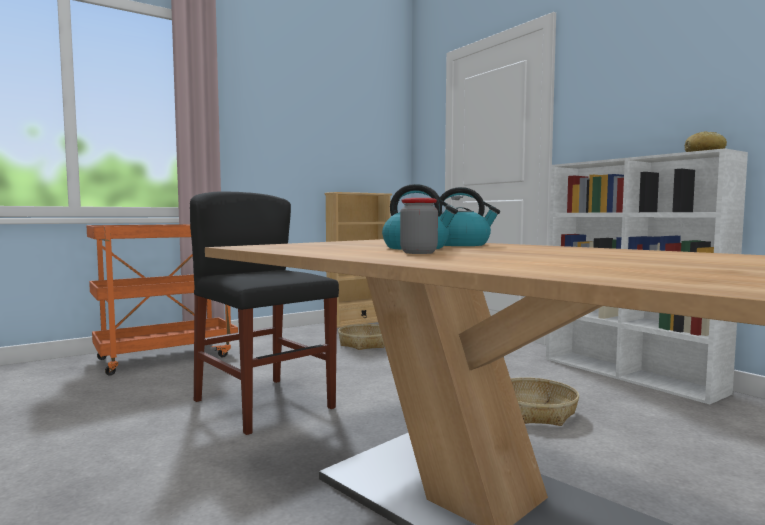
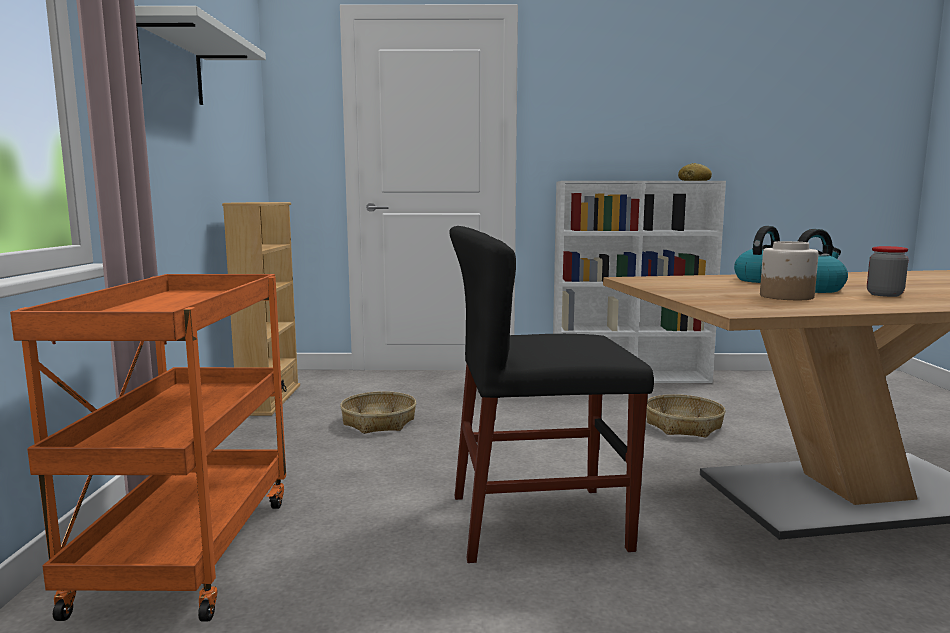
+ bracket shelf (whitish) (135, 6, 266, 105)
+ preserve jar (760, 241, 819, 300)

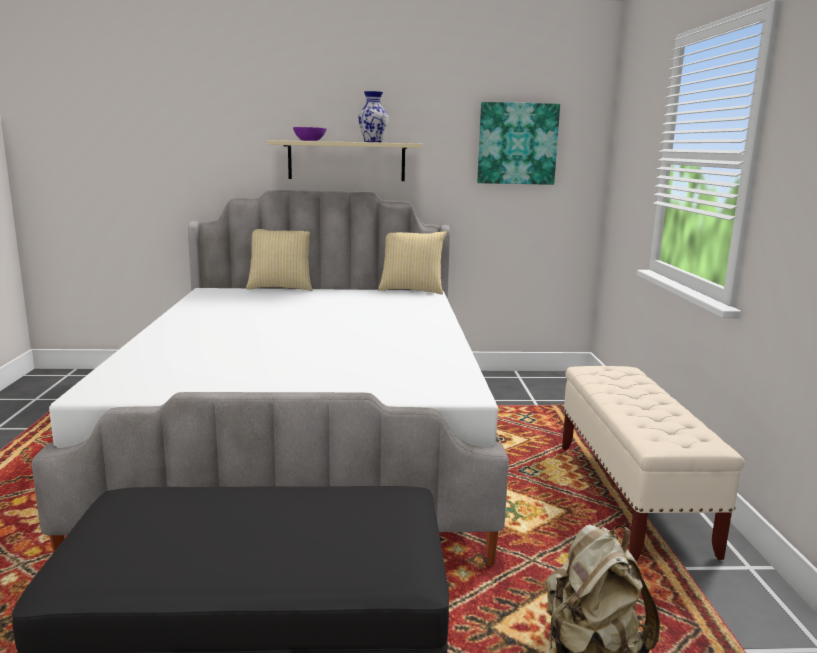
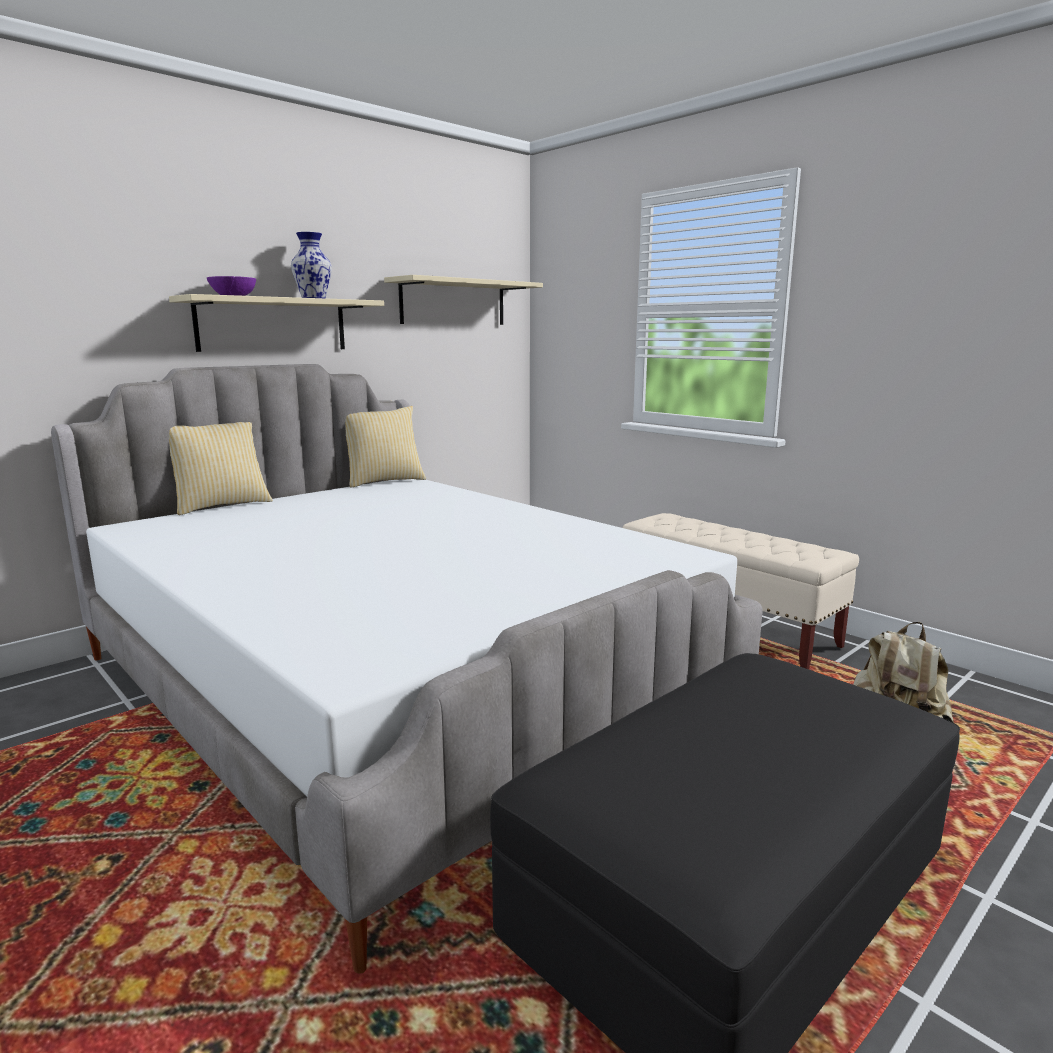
~ wall art (477, 102, 560, 185) to bracket shelf (beige) (384, 275, 543, 325)

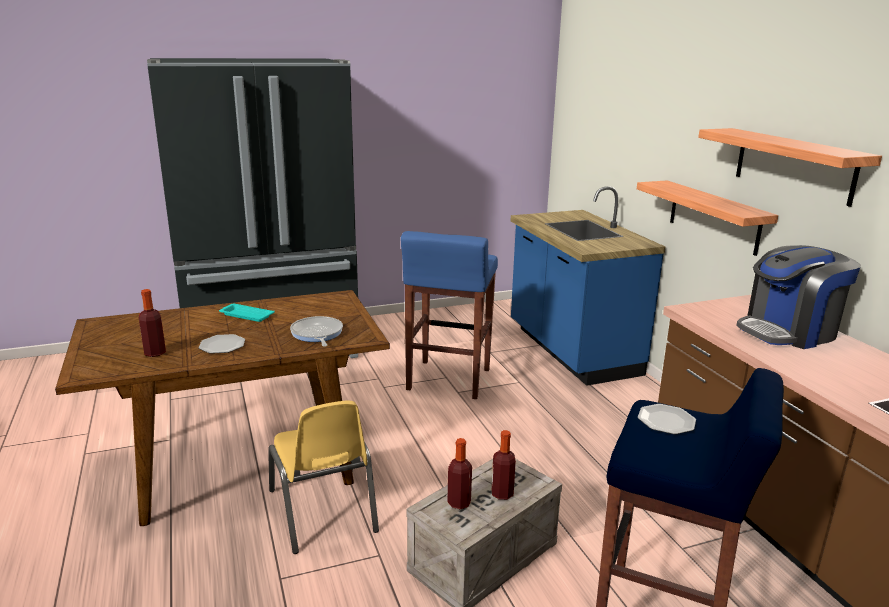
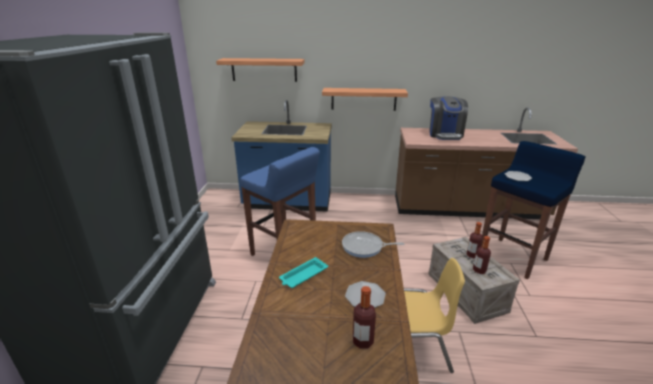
~ bracket shelf (698, 128, 882, 207) to (216, 58, 305, 82)

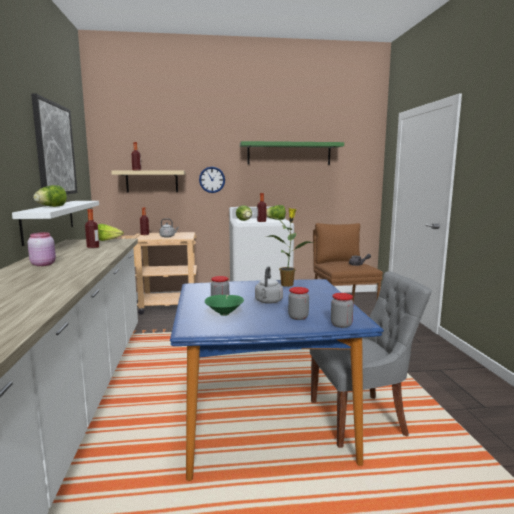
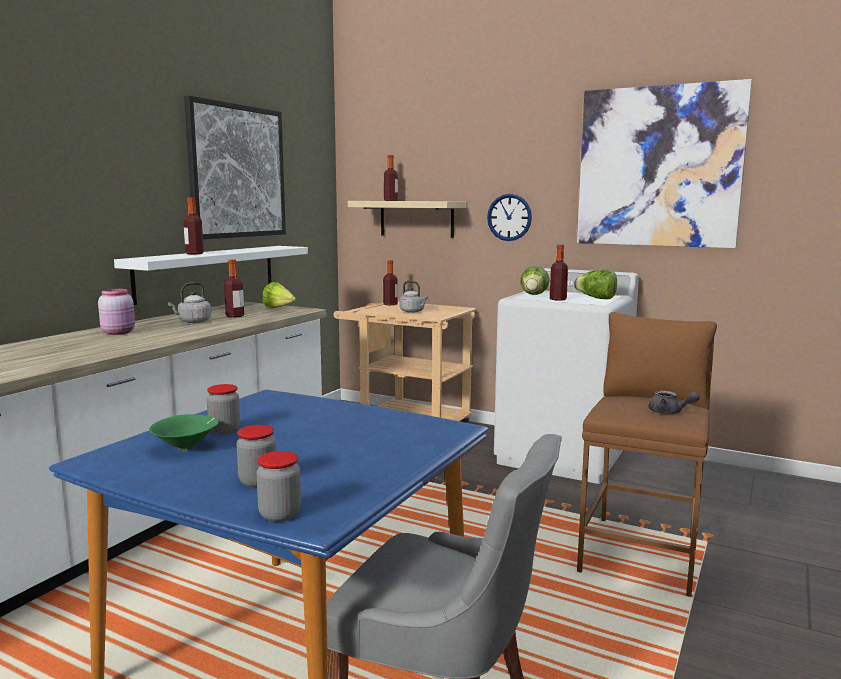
- potted plant (266, 208, 313, 287)
~ tea kettle (grey) (255, 266, 283, 304) to (168, 282, 211, 323)
~ head of lettuce (33, 185, 67, 207) to drink bottle (183, 198, 204, 254)
~ bracket shelf (green-coloured) (240, 141, 344, 165) to wall art (577, 79, 752, 248)

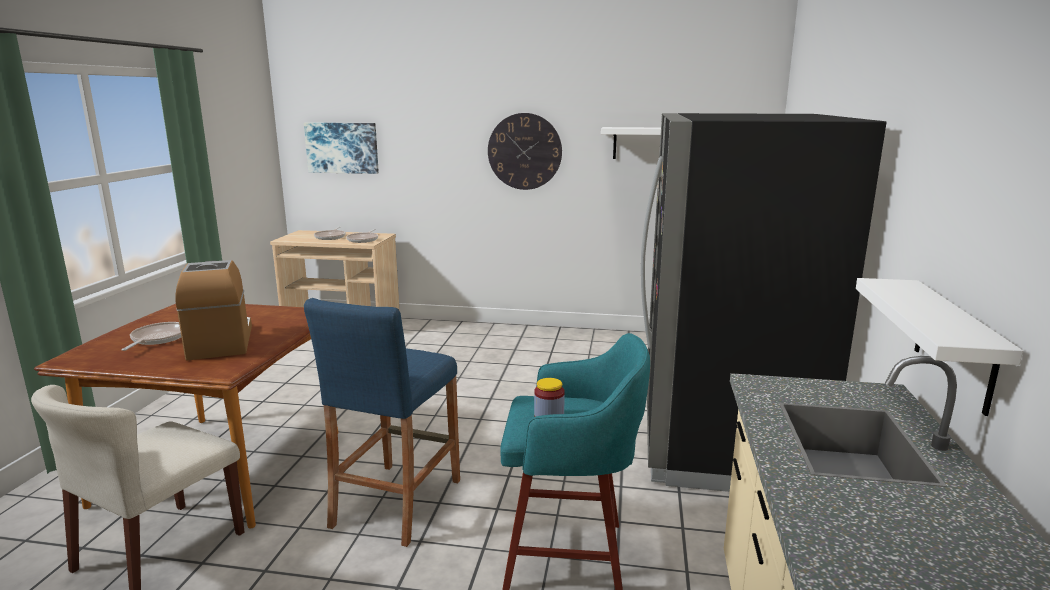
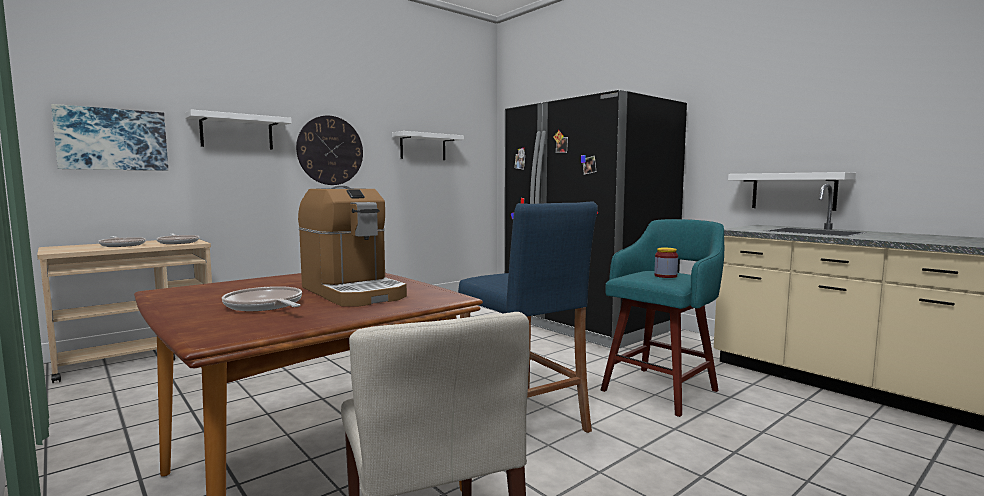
+ bracket shelf (whitish) (185, 109, 292, 150)
~ coffee brewer (175, 260, 252, 360) = (298, 186, 407, 306) 150 degrees counterclockwise

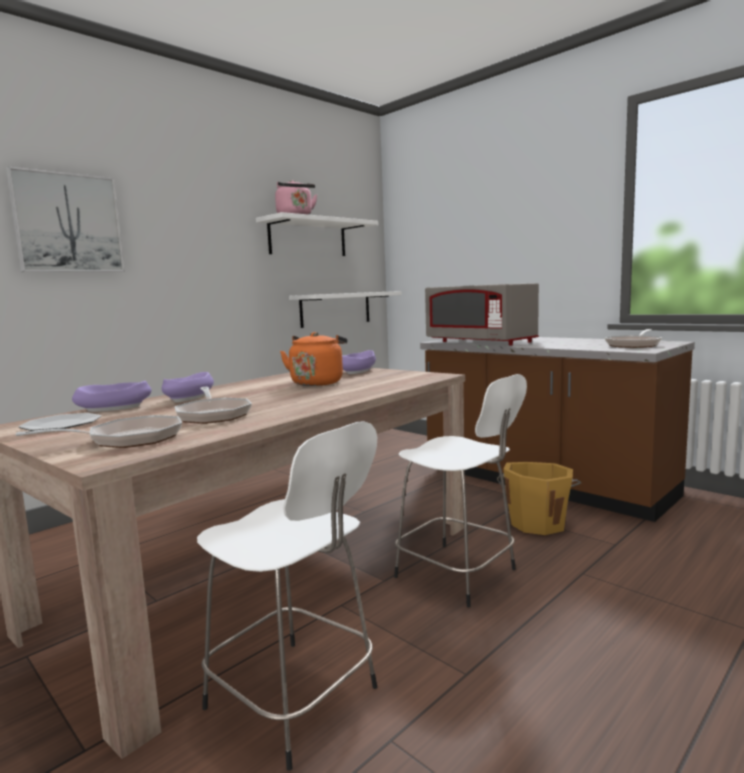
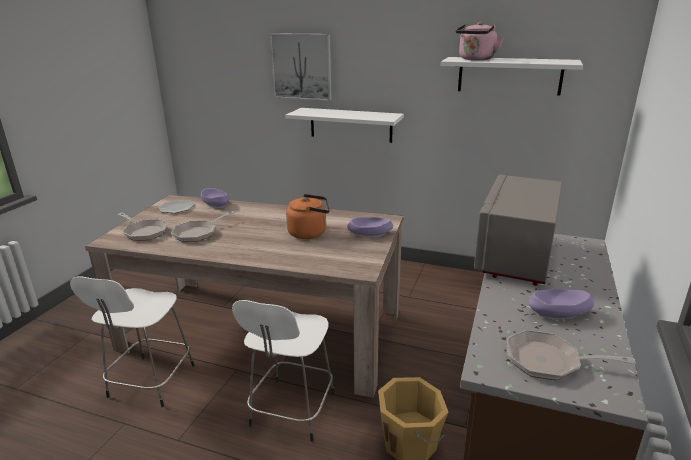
~ bowl (purple) (162, 372, 214, 402) to (529, 289, 594, 319)
~ bracket shelf (whitish) (289, 291, 402, 328) to (286, 108, 404, 143)

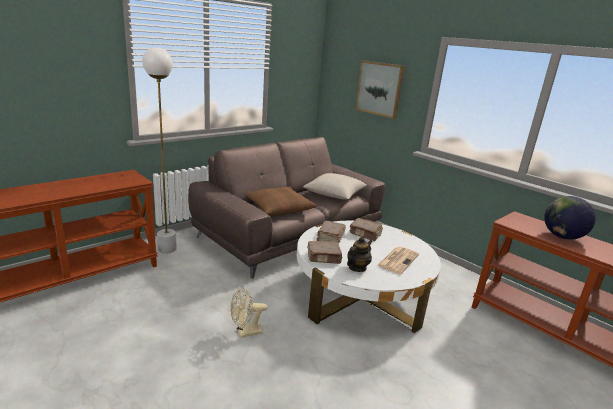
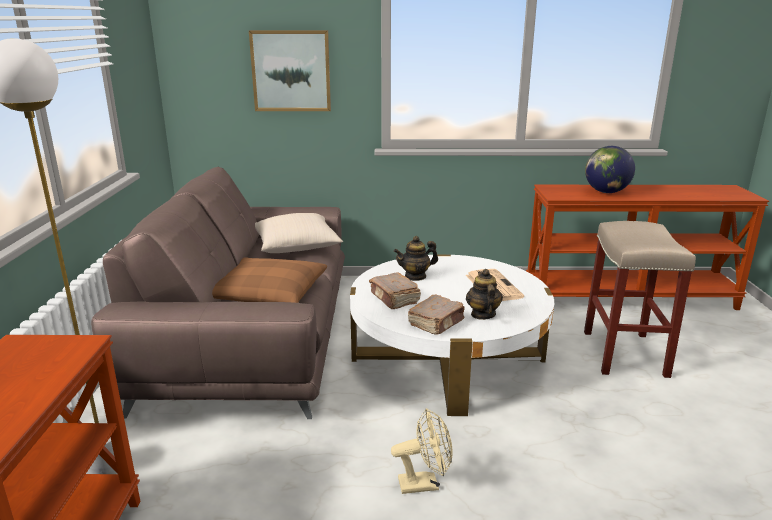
+ stool (beige) (584, 221, 696, 378)
~ bound book (brownish) (350, 218, 383, 241) to pot for tea (394, 236, 438, 281)
~ cooling fan (beige) (230, 287, 267, 338) = (391, 408, 453, 494) 120 degrees counterclockwise

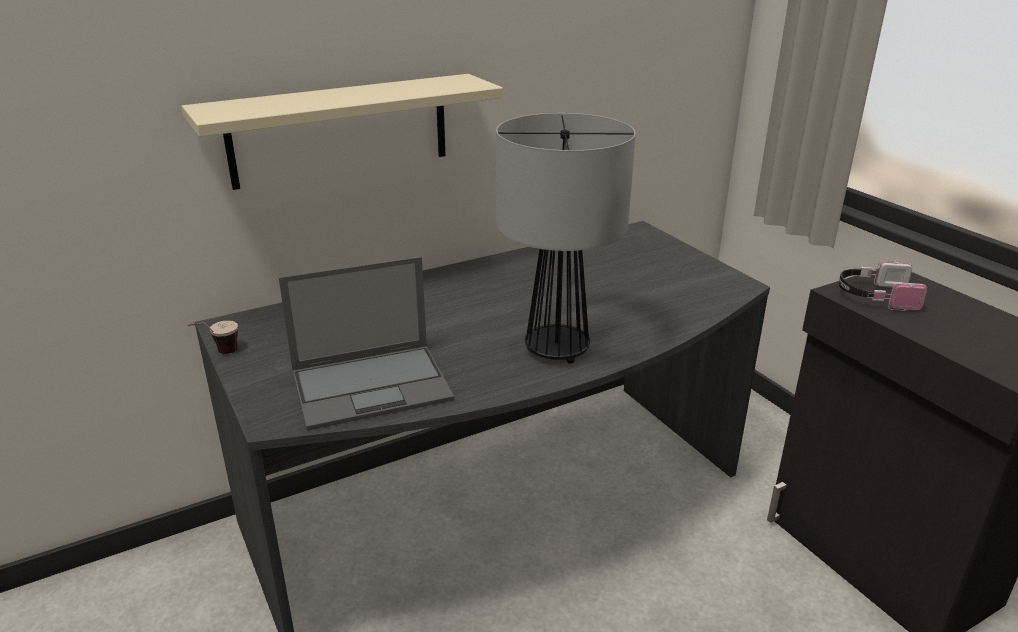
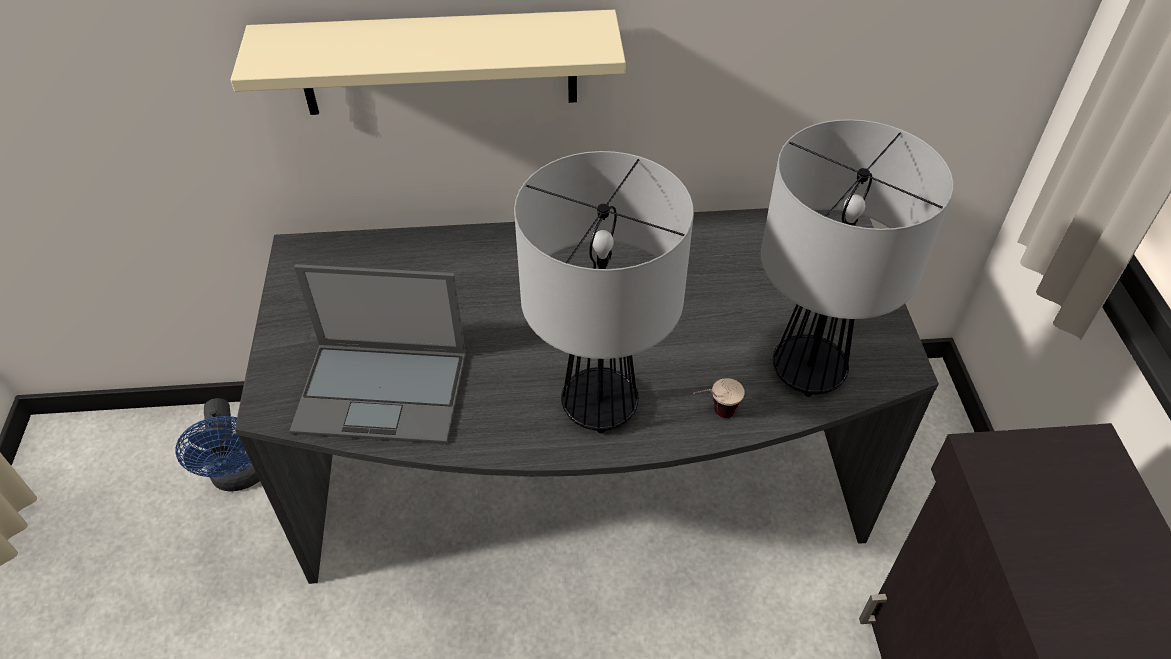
- headset (839, 260, 927, 311)
+ cooling fan (blue-coloured) (175, 398, 260, 492)
+ table lamp (761, 119, 954, 397)
~ small cup (188, 321, 238, 354) to (693, 378, 745, 418)

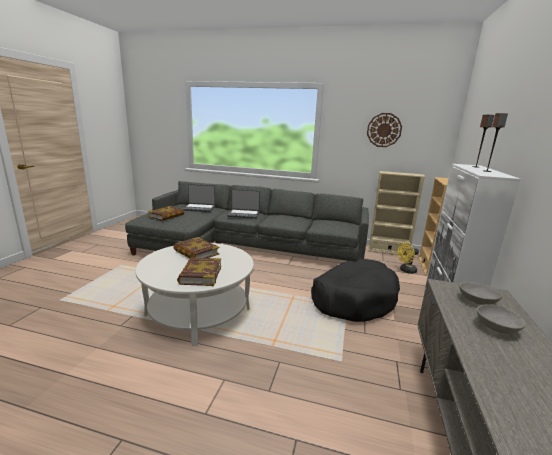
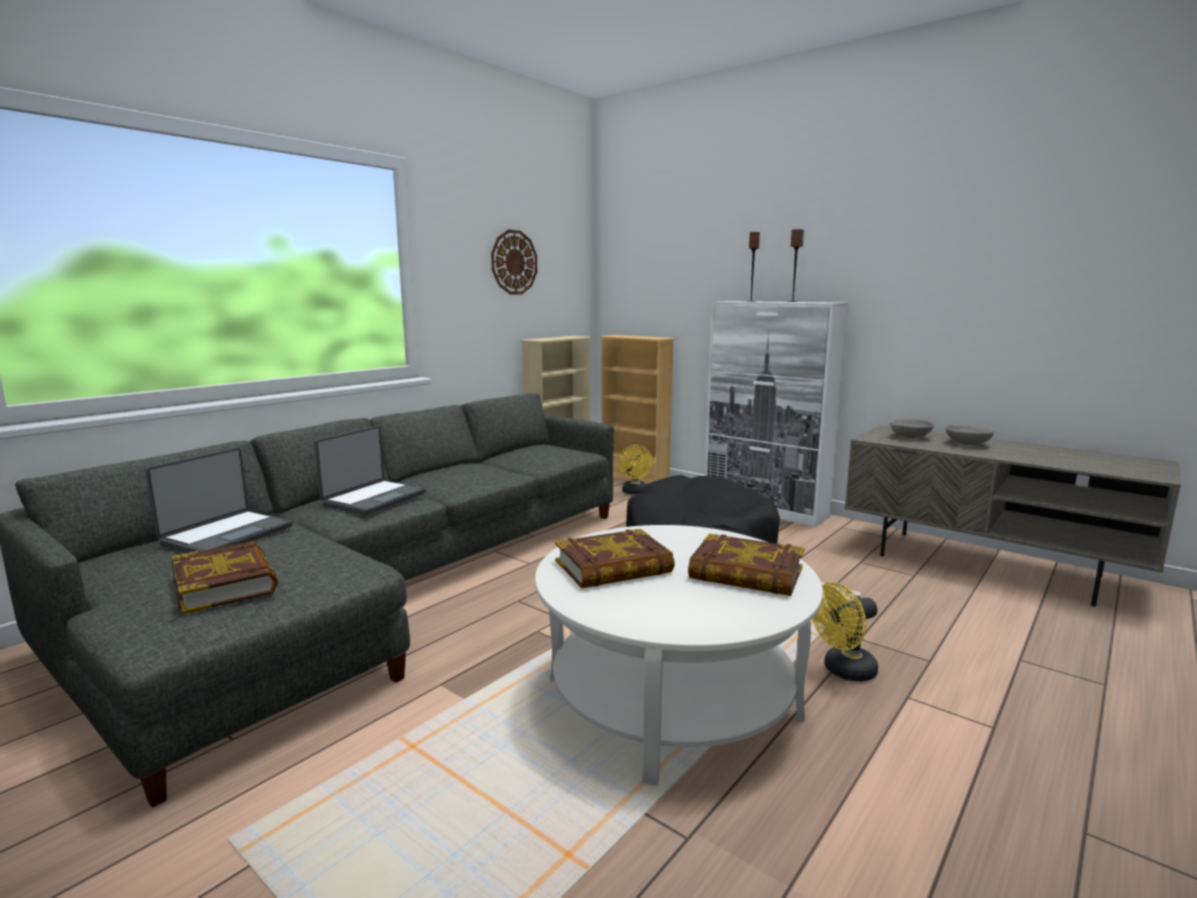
+ cooling fan (yellow) (812, 582, 878, 682)

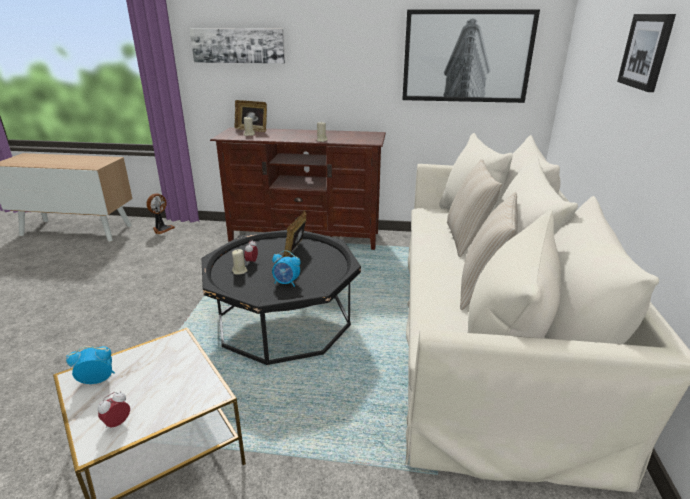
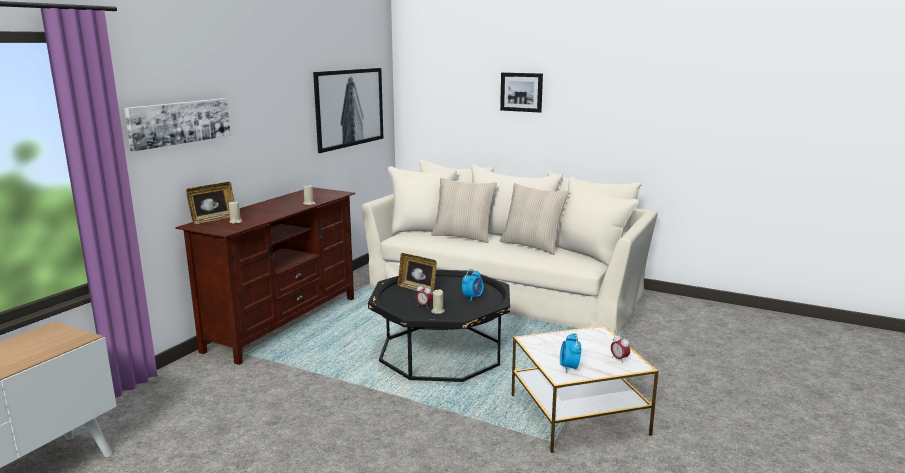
- cooling fan (146, 193, 175, 234)

